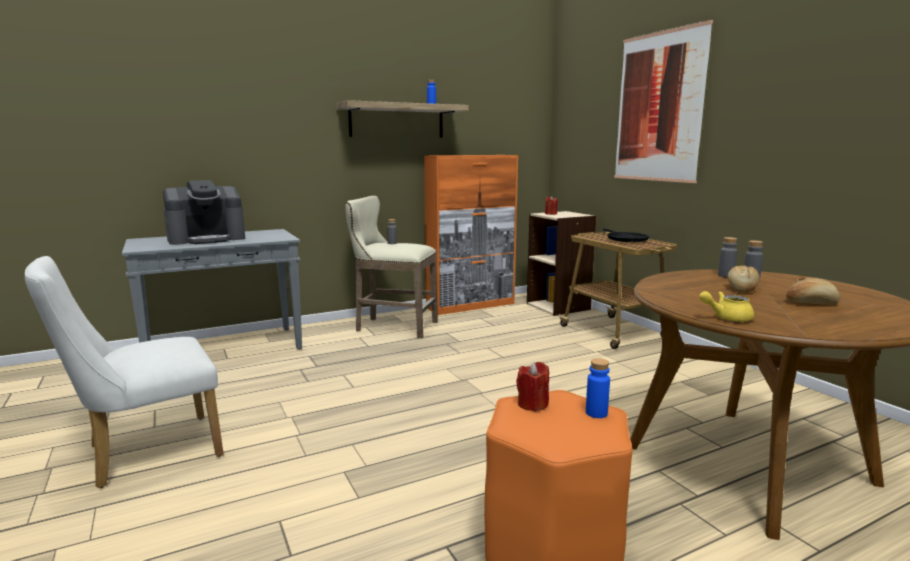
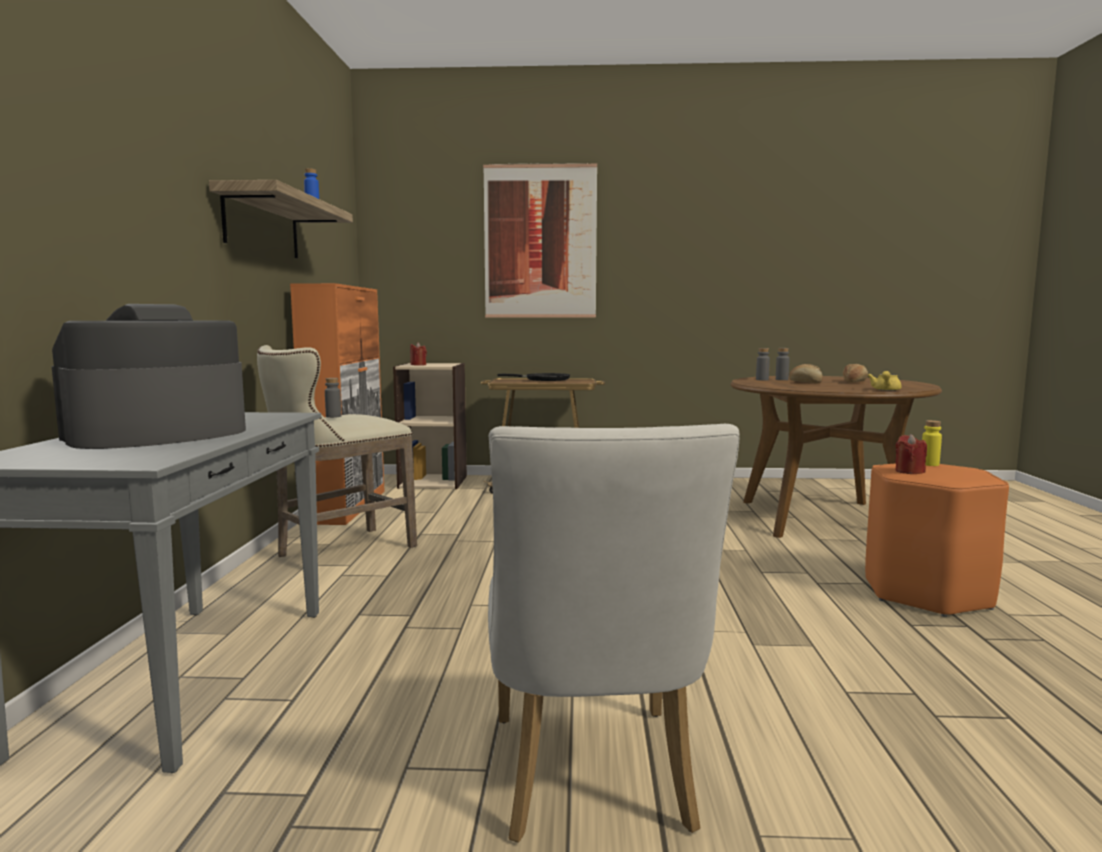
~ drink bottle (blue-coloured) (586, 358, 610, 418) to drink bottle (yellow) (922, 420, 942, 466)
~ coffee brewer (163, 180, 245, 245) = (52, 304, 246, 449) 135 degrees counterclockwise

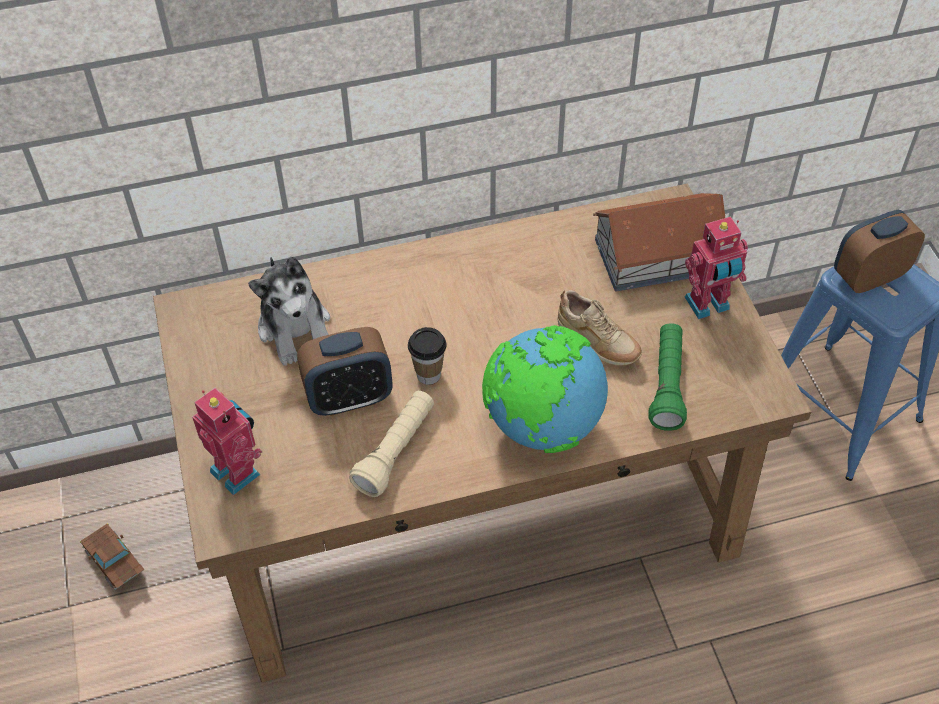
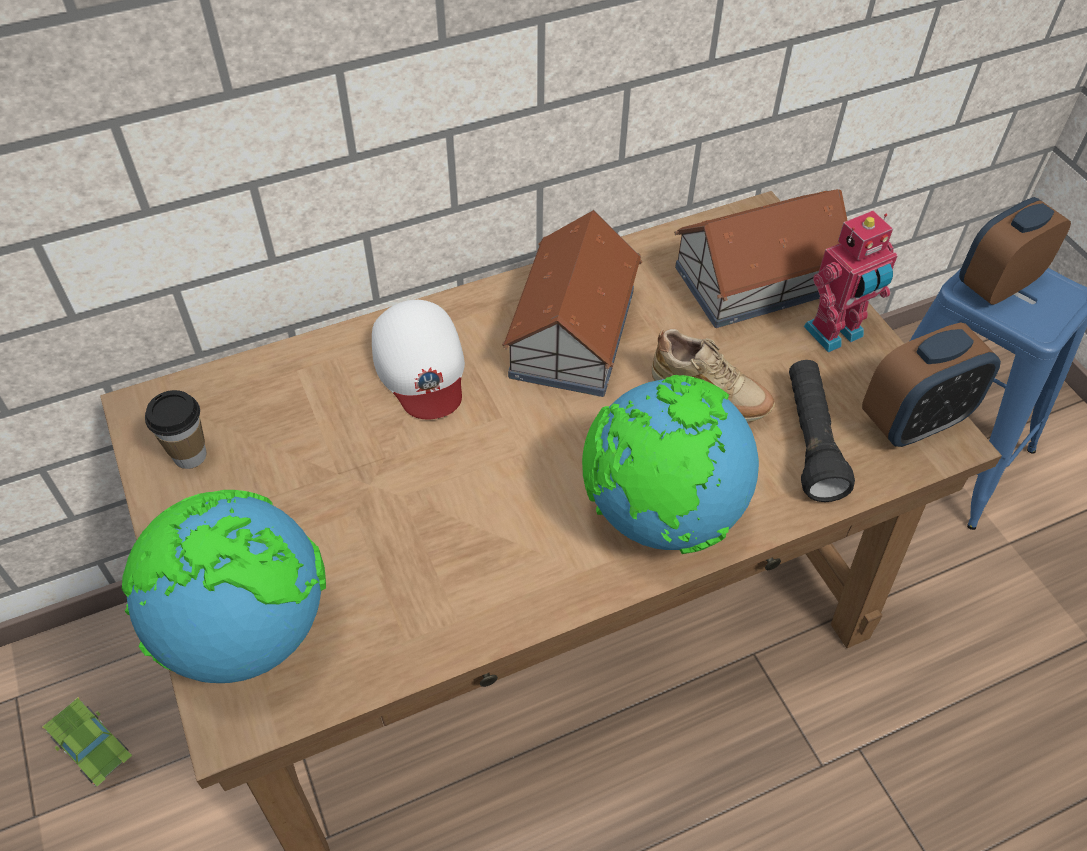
- plush toy (248, 256, 330, 366)
- torch (beige) (349, 391, 434, 497)
+ cap (whitish) (372, 300, 465, 419)
+ model house (502, 210, 642, 397)
~ bedside clock (297, 327, 393, 416) to (862, 322, 1001, 447)
~ small cup (408, 327, 447, 385) to (145, 390, 206, 469)
~ model robot (192, 388, 262, 495) to desk globe (122, 490, 326, 683)
~ toy car (brownish) (79, 523, 144, 590) to toy car (green-coloured) (42, 697, 132, 787)
~ torch (green-coloured) (648, 323, 687, 431) to torch (black-coloured) (789, 360, 855, 502)

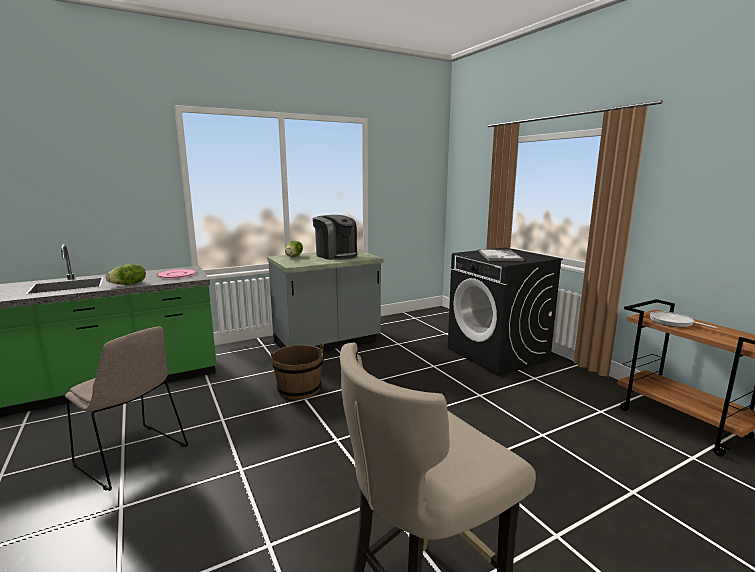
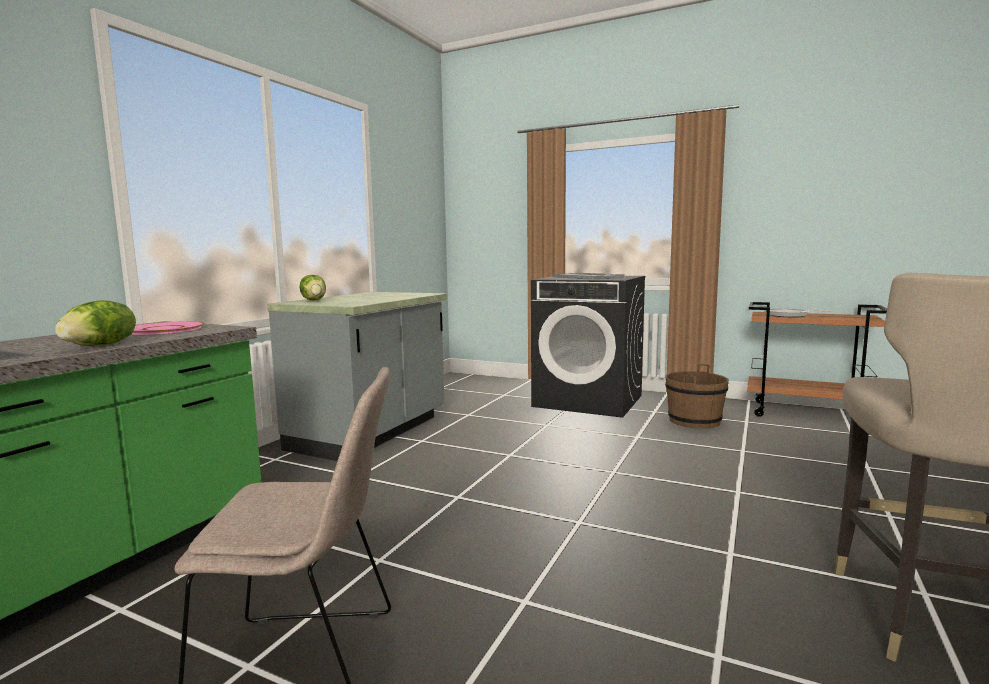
- coffee brewer (312, 215, 357, 260)
~ water bucket (brownish) (270, 342, 324, 400) to (665, 364, 729, 429)

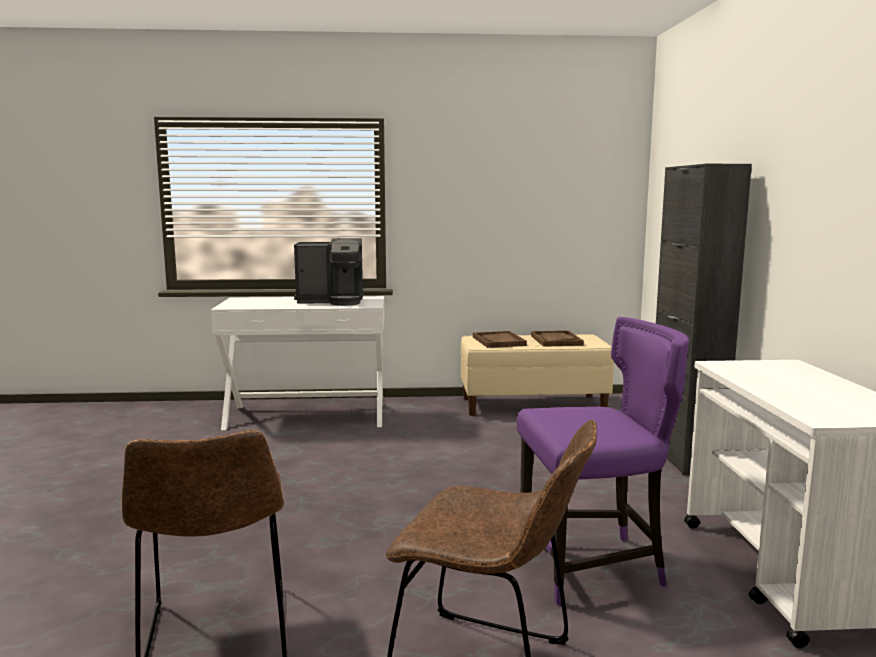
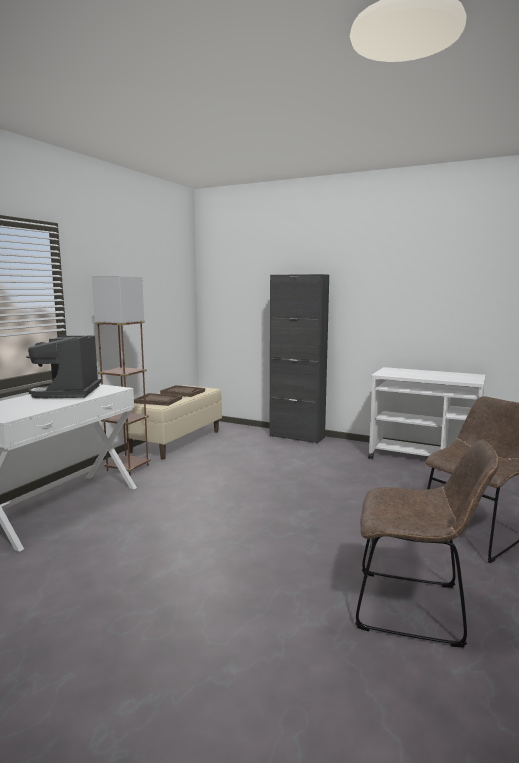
- chair (purple) (517, 317, 689, 605)
+ floor lamp (brownish) (92, 276, 151, 476)
~ coffee brewer (294, 238, 364, 306) = (26, 336, 102, 399) 150 degrees clockwise

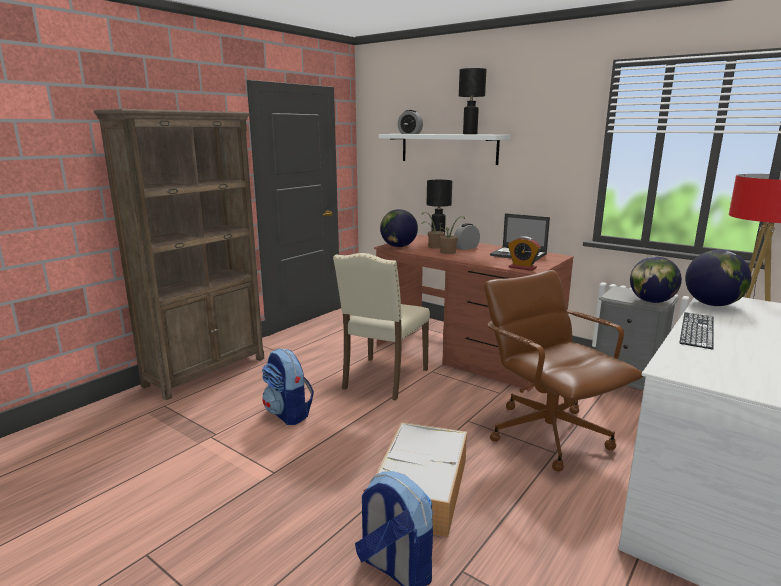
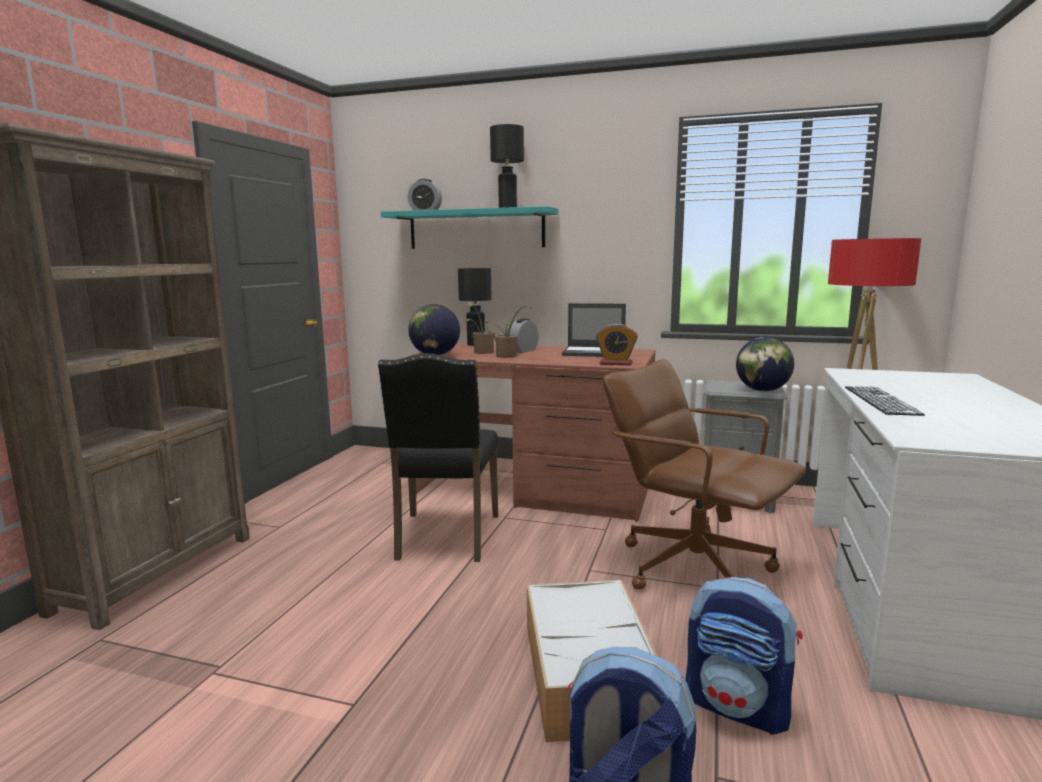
- desk globe (685, 250, 751, 306)
~ rucksack (262, 348, 314, 425) to (685, 577, 803, 735)
~ chair (beige) (333, 253, 430, 400) to chair (black-coloured) (378, 353, 498, 562)
~ bracket shelf (whitish) (379, 134, 510, 165) to bracket shelf (blue-green) (381, 206, 559, 249)

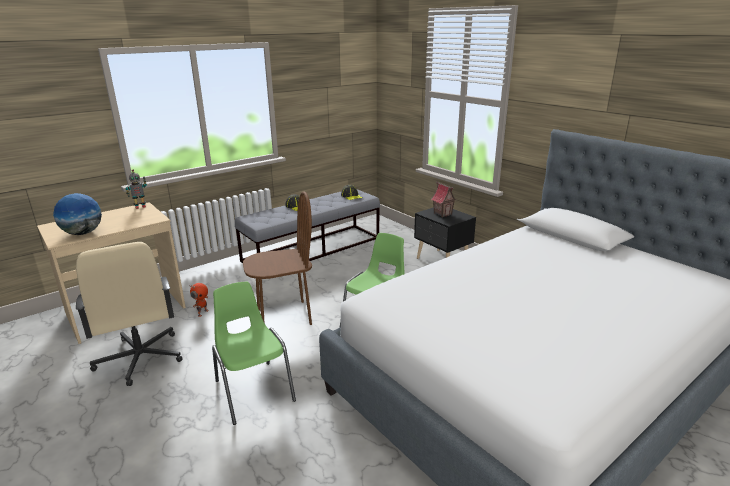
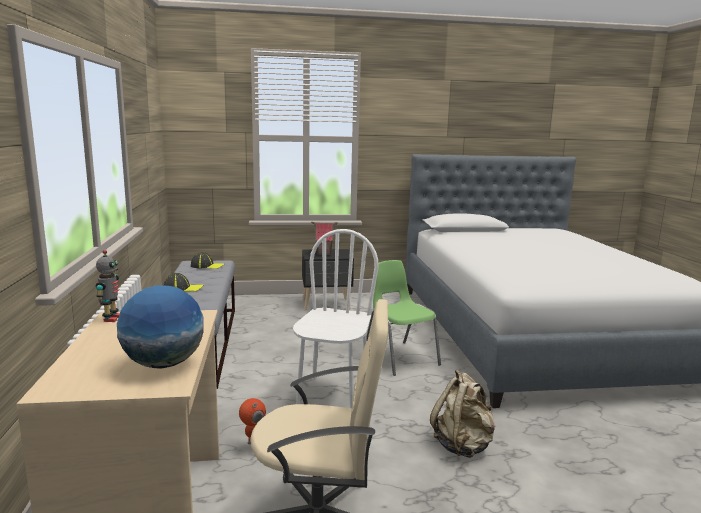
~ chair (green-coloured) (212, 282, 296, 425) to rucksack (beige) (430, 369, 496, 458)
~ chair (brownish) (243, 191, 312, 325) to chair (whitish) (293, 229, 379, 408)

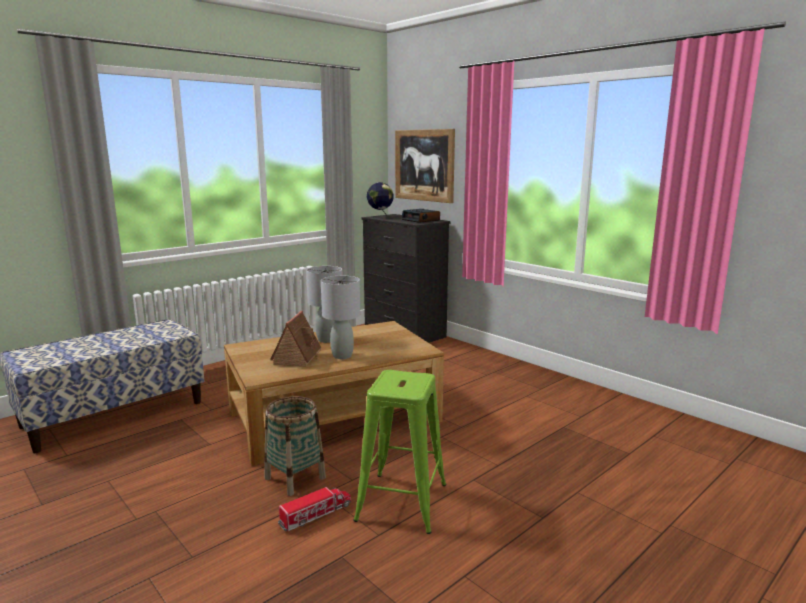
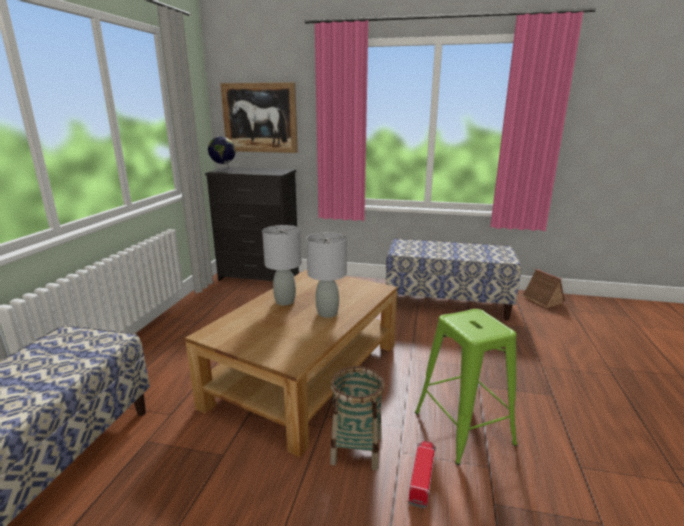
- bedside clock (401, 209, 440, 223)
+ bench (386, 238, 521, 320)
~ model house (270, 311, 321, 367) to (520, 269, 565, 308)

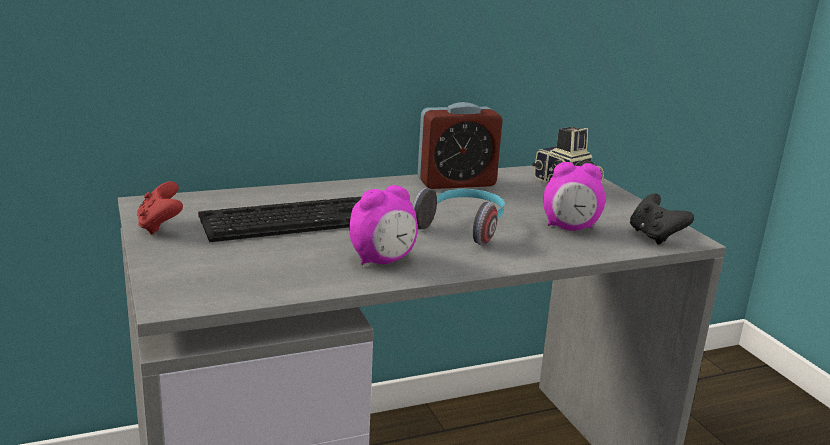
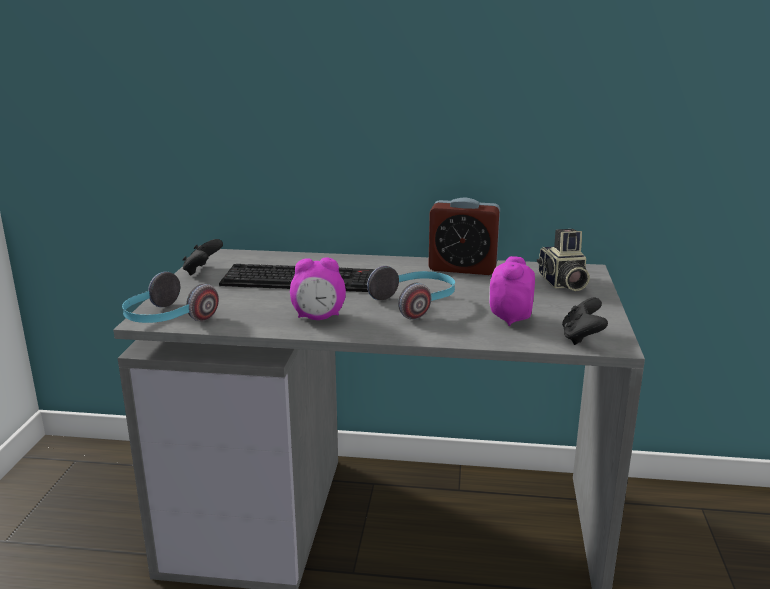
+ headset (122, 272, 219, 323)
~ joypad (red-coloured) (137, 181, 183, 235) to joypad (black-coloured) (183, 239, 223, 275)
~ bedside clock (543, 162, 605, 231) = (489, 256, 535, 326) 75 degrees clockwise

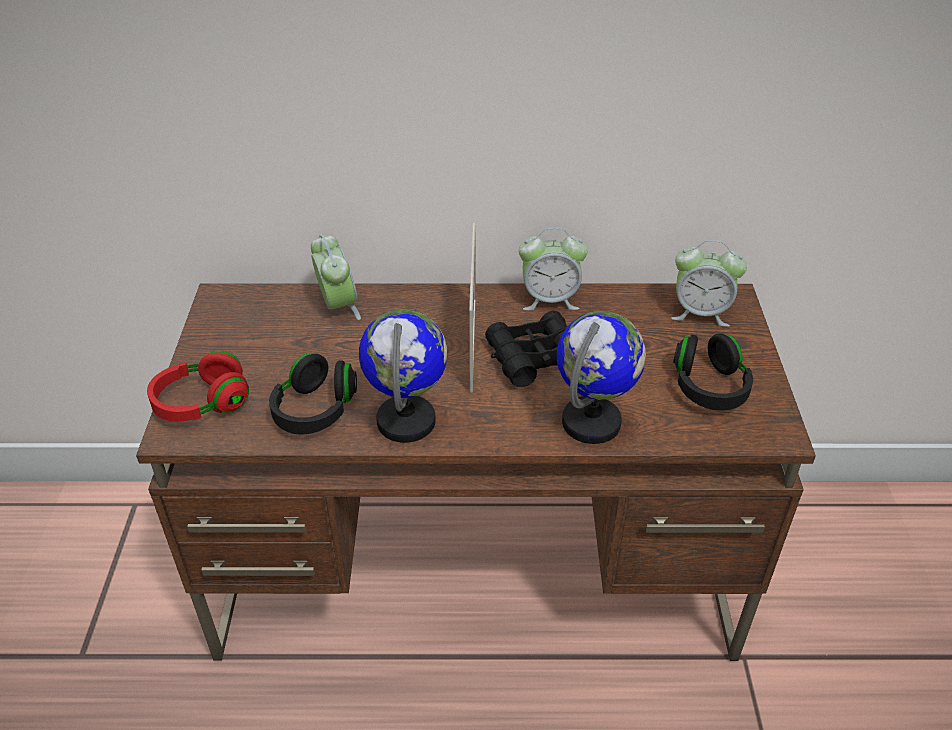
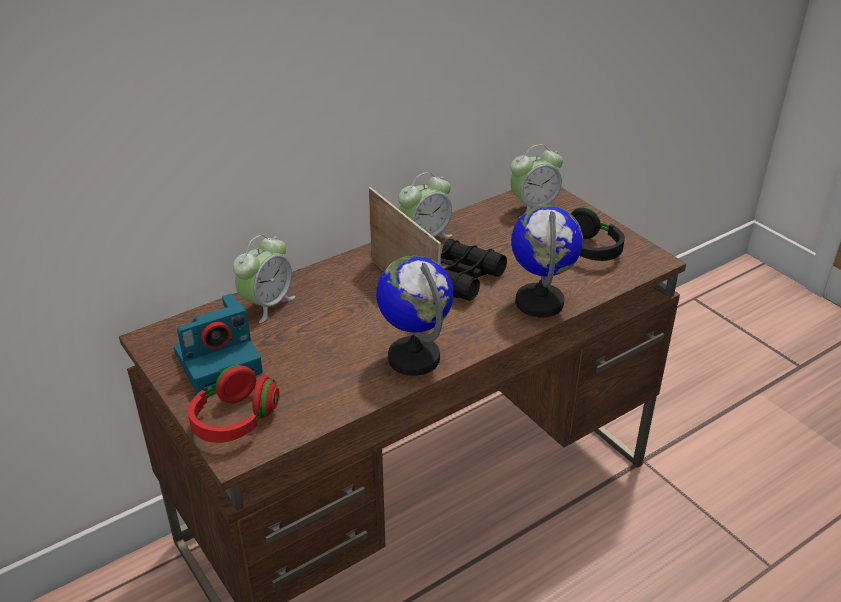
- headset (black-coloured) (269, 353, 357, 435)
+ photo camera (174, 294, 263, 394)
~ bedside clock (311, 234, 361, 320) = (233, 235, 296, 323) 90 degrees clockwise

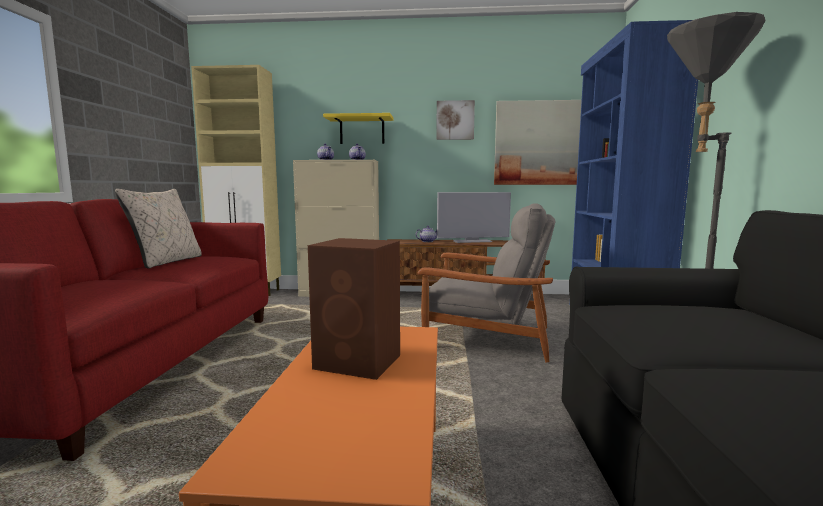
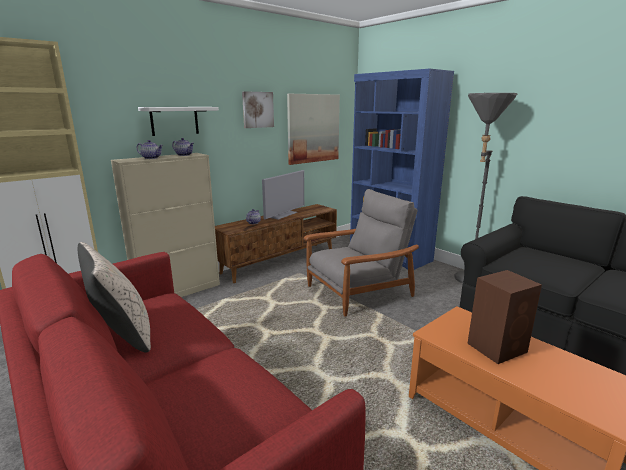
~ bracket shelf (yellow) (323, 113, 394, 144) to bracket shelf (whitish) (138, 107, 219, 136)

